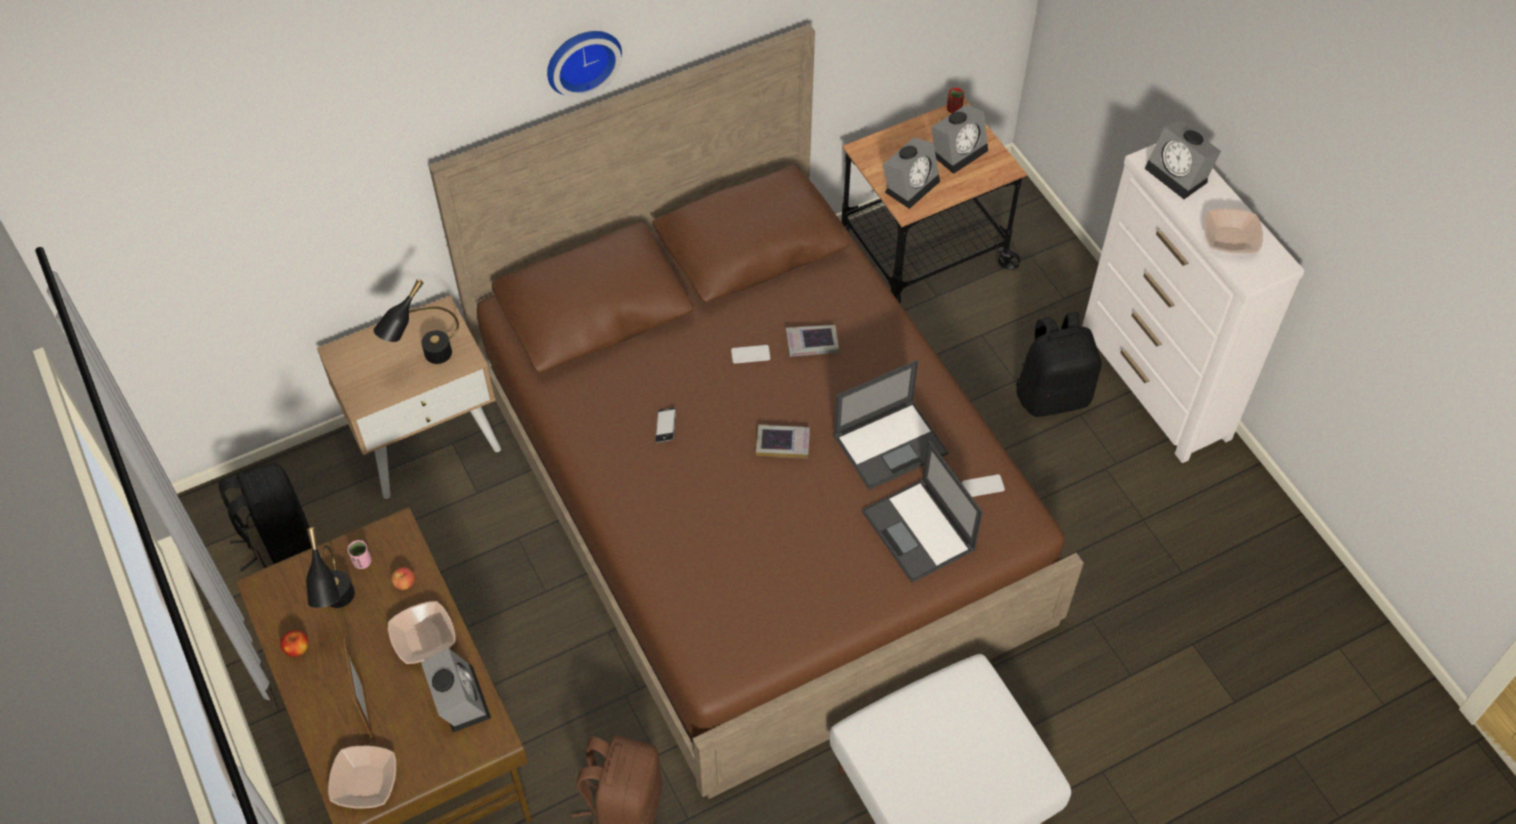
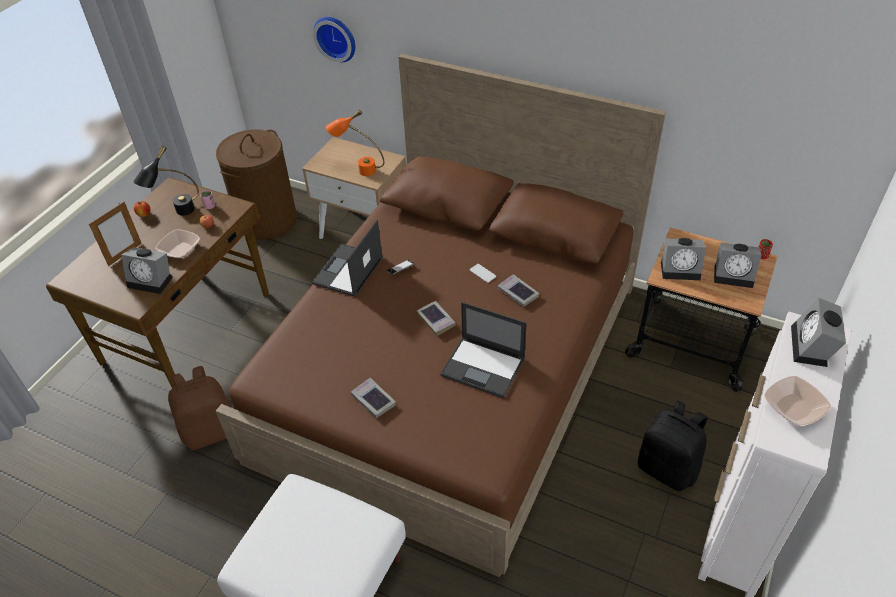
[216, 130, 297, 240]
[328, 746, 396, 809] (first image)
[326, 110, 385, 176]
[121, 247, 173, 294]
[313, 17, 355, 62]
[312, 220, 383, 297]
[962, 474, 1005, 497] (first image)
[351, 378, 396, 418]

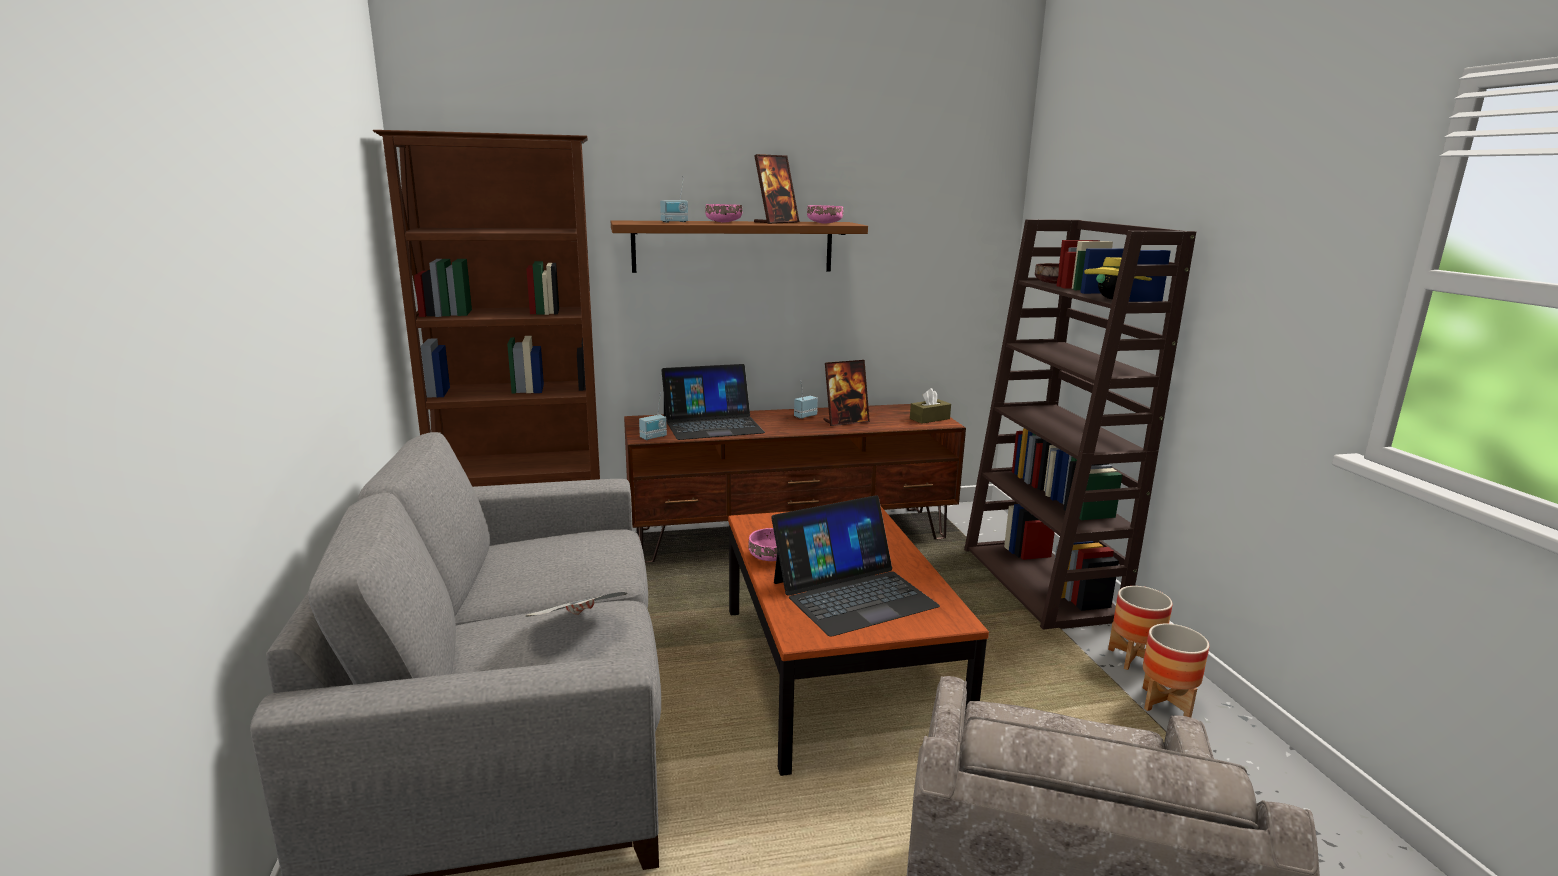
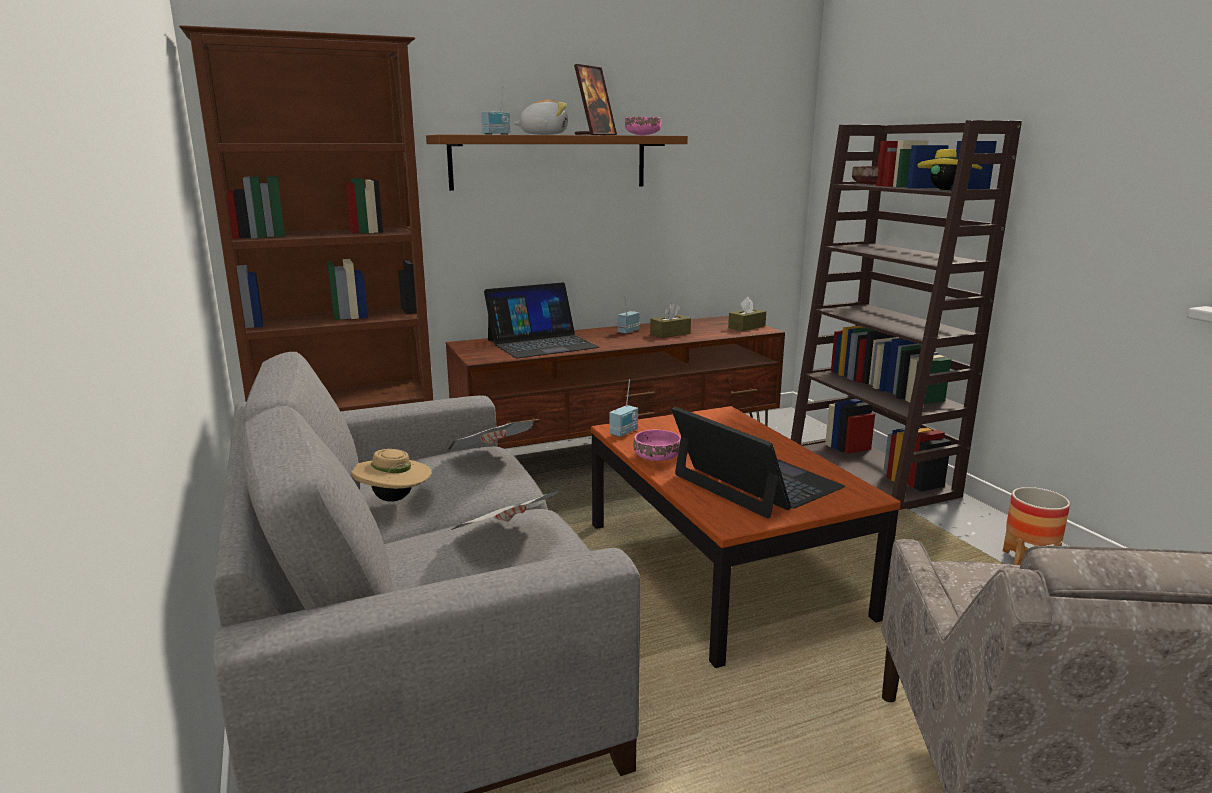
[609, 380, 638, 437]
[513, 100, 568, 135]
[672, 407, 845, 518]
[650, 303, 691, 338]
[1108, 586, 1173, 670] (first image)
[351, 449, 431, 502]
[446, 421, 534, 451]

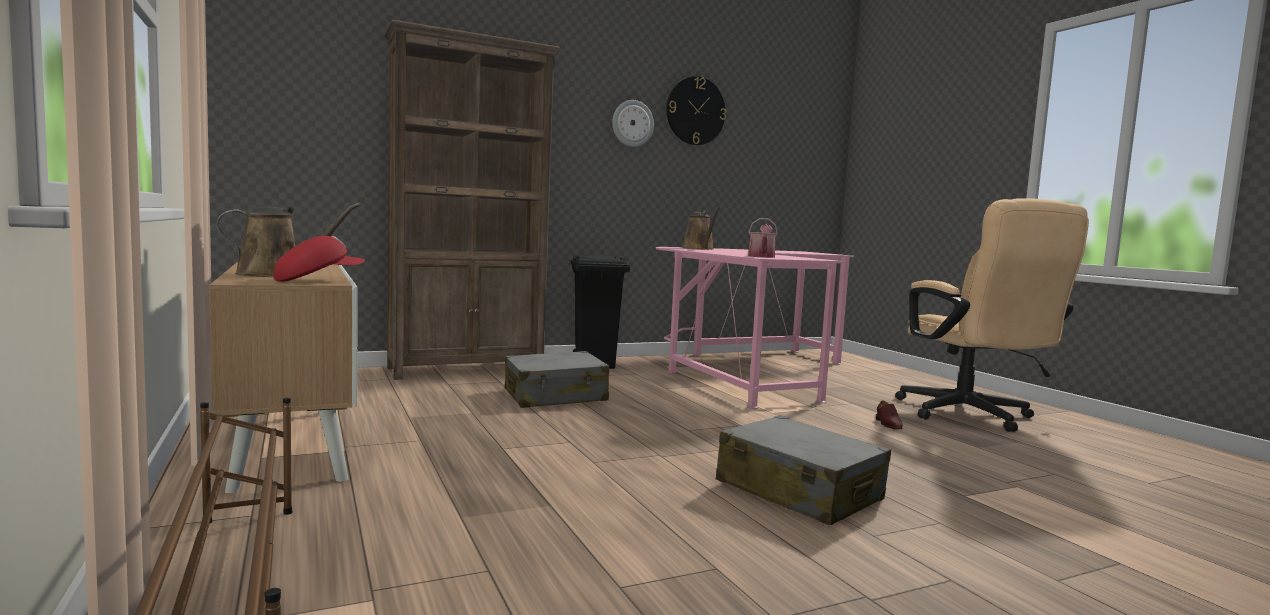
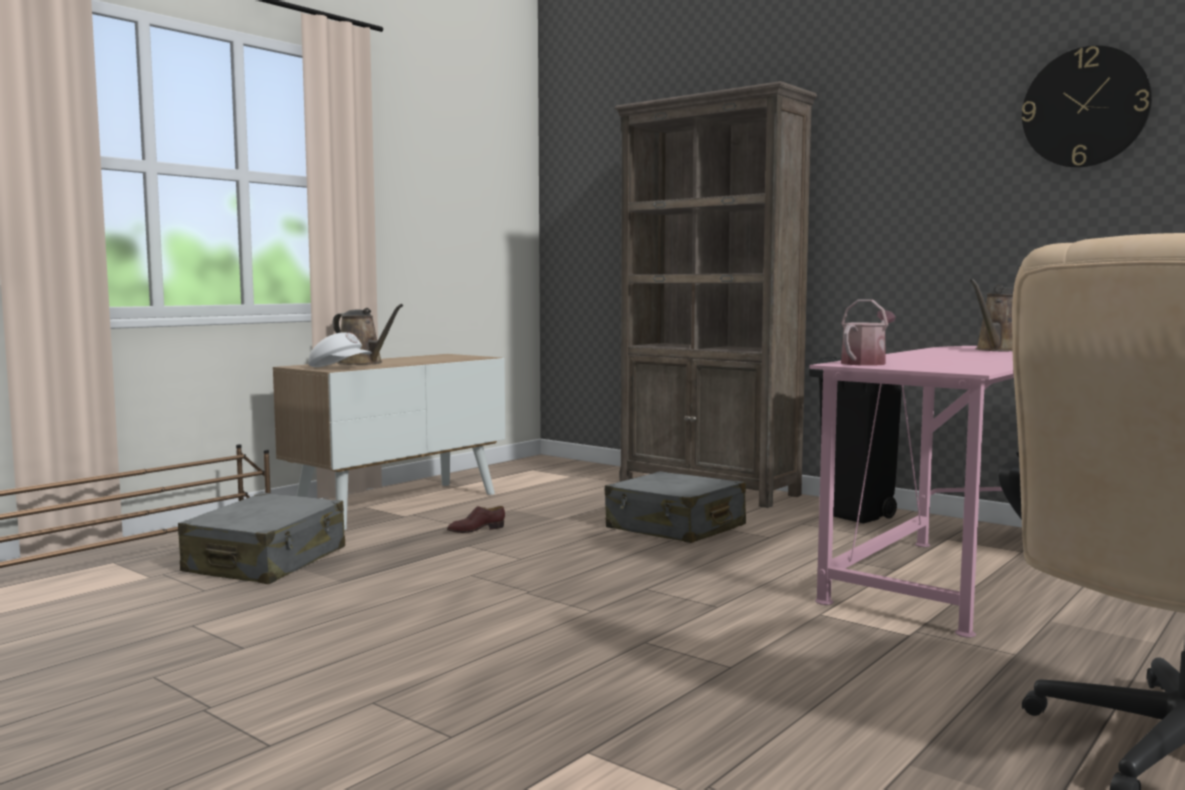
[309, 332, 372, 367]
[612, 100, 654, 147] (first image)
[178, 493, 345, 584]
[841, 299, 896, 366]
[447, 506, 505, 533]

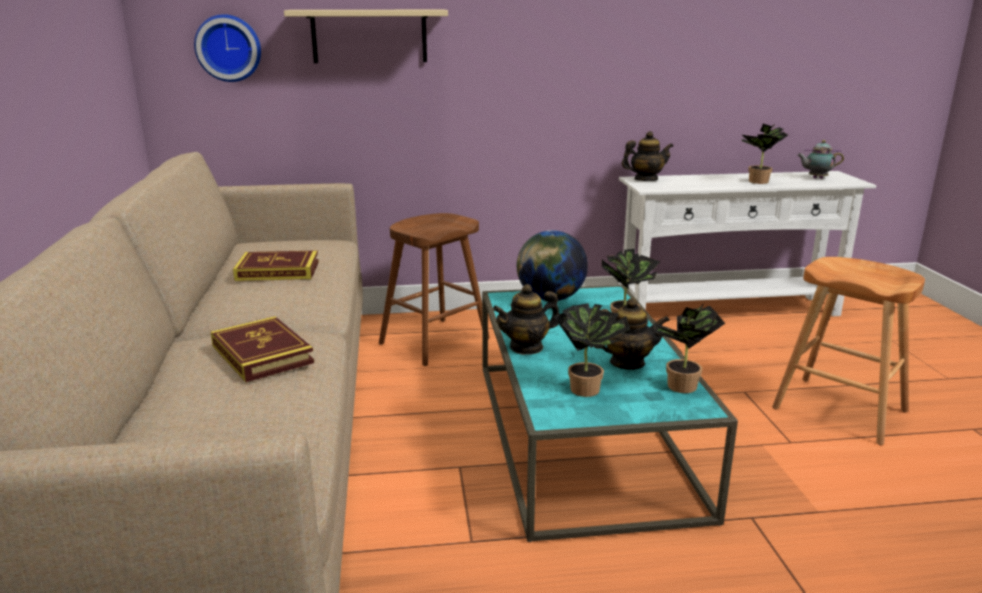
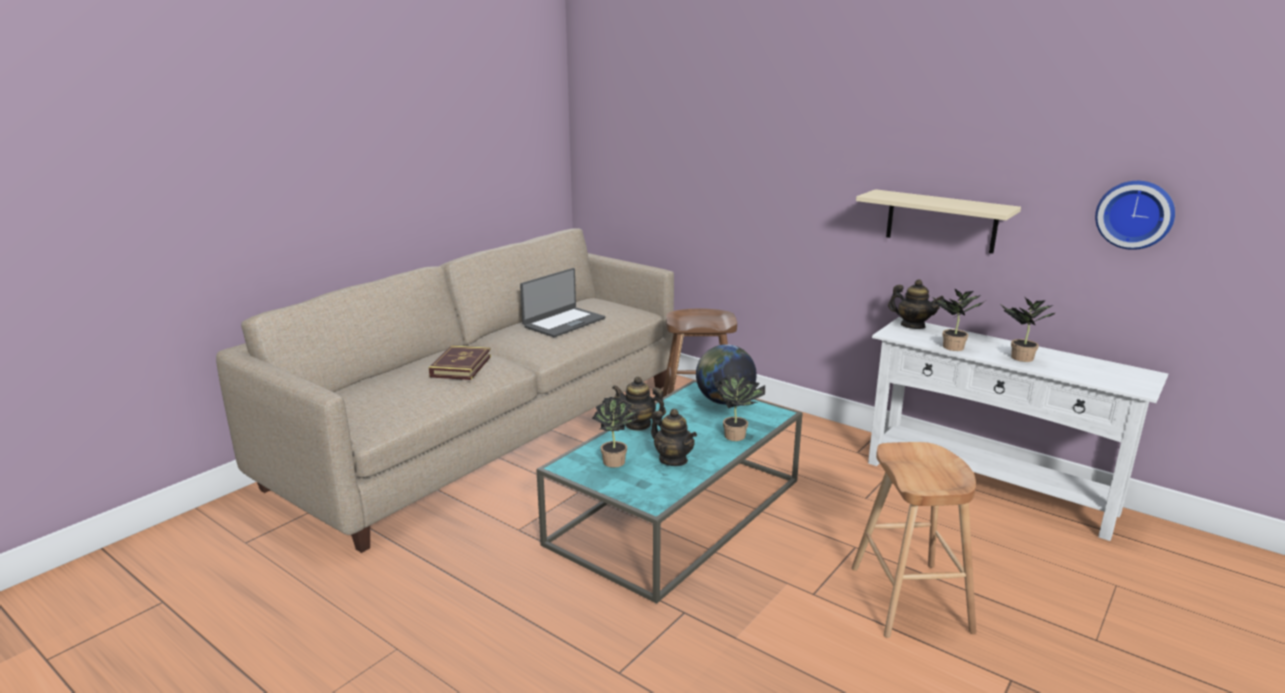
[1095, 181, 1175, 250]
[520, 268, 605, 337]
[856, 189, 1021, 253]
[931, 288, 985, 351]
[797, 140, 844, 179] (first image)

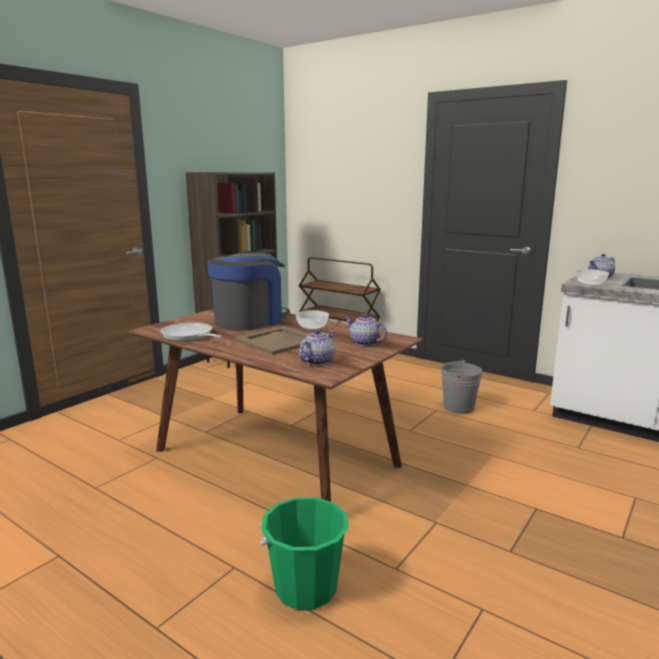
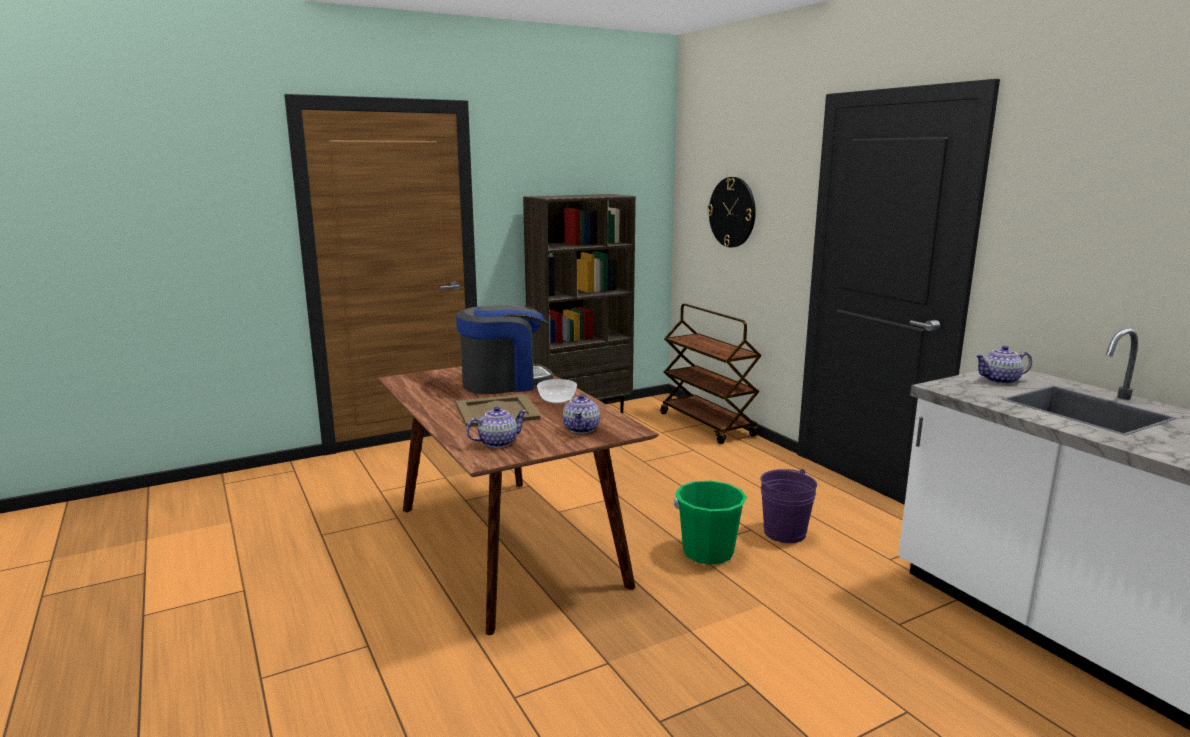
[160, 322, 223, 341] (first image)
[673, 481, 747, 565]
[563, 394, 600, 434]
[760, 469, 817, 543]
[575, 269, 609, 286] (first image)
[707, 177, 756, 247]

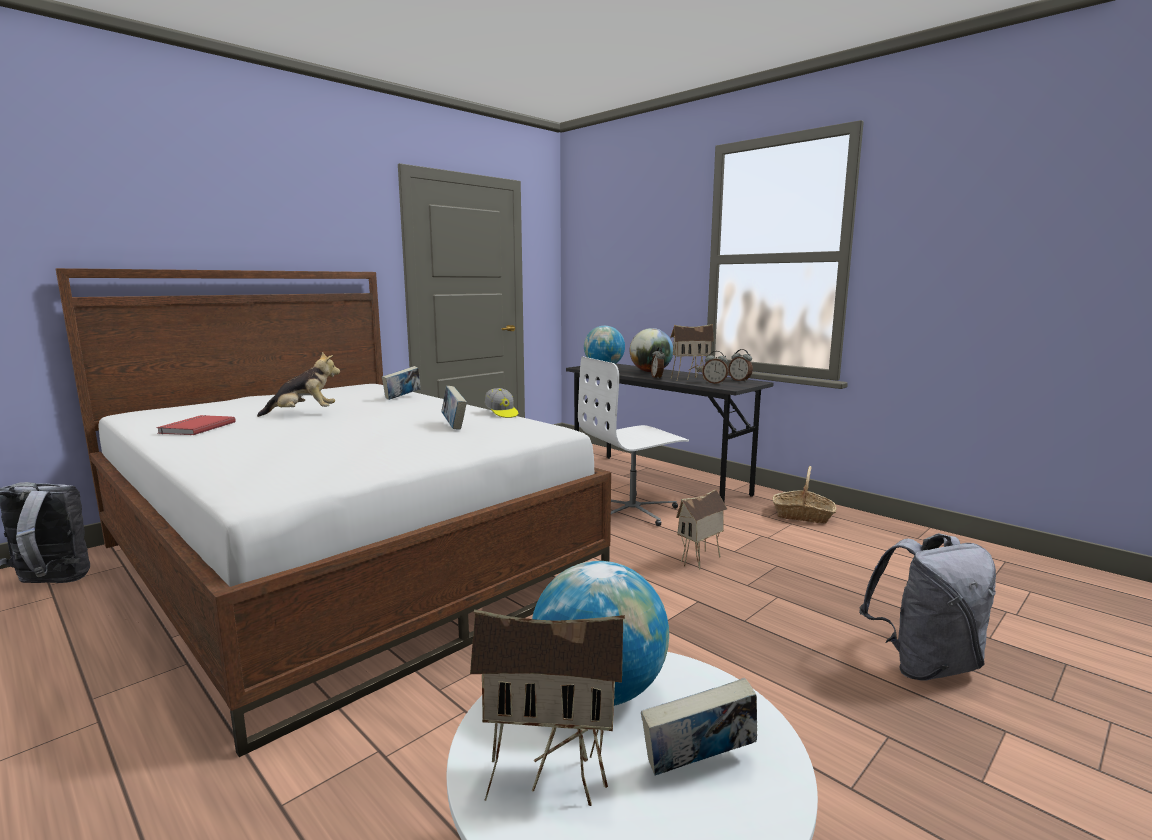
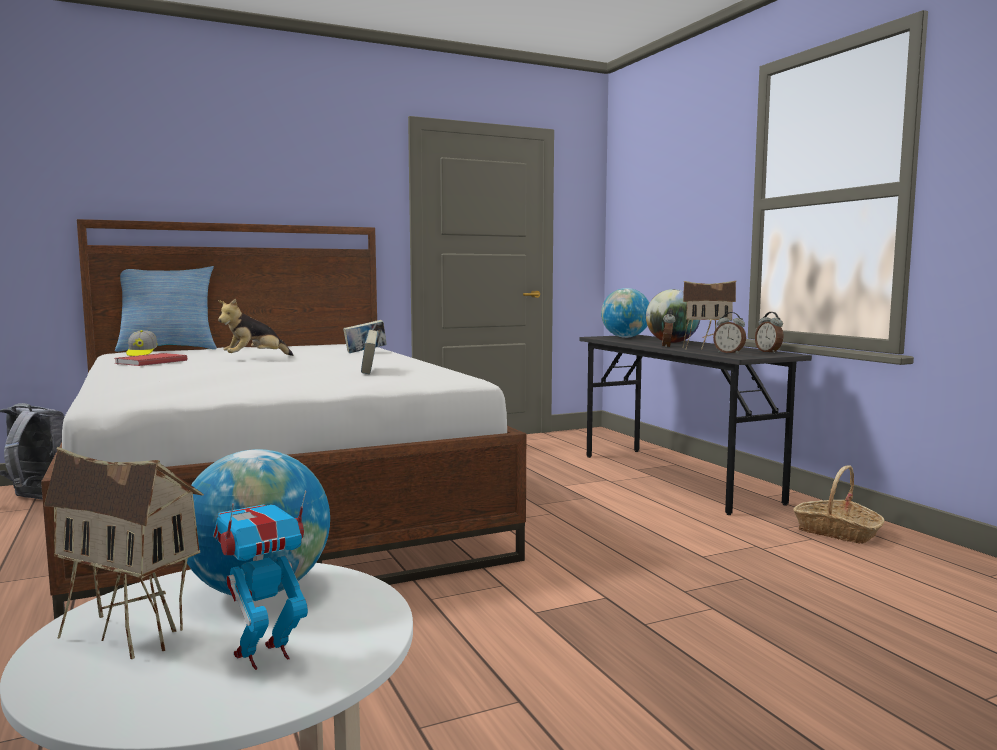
[218, 299, 293, 356]
[126, 330, 158, 356]
[578, 356, 689, 526] (first image)
[213, 490, 308, 670]
[676, 489, 727, 569] (first image)
[859, 533, 996, 680] (first image)
[115, 266, 217, 352]

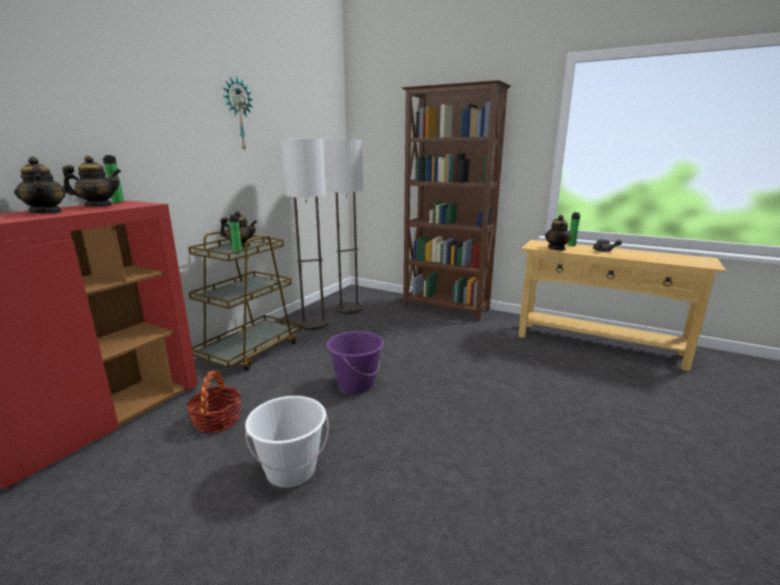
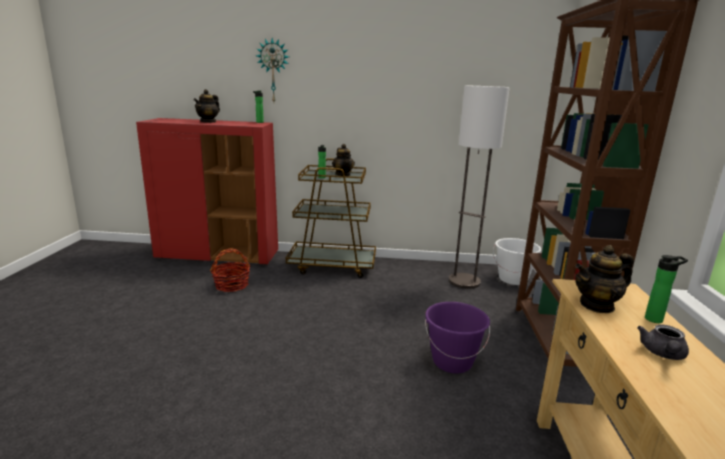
[62, 156, 121, 206] (first image)
[256, 38, 289, 102]
[493, 238, 541, 285]
[281, 139, 329, 330] (first image)
[425, 302, 490, 374]

